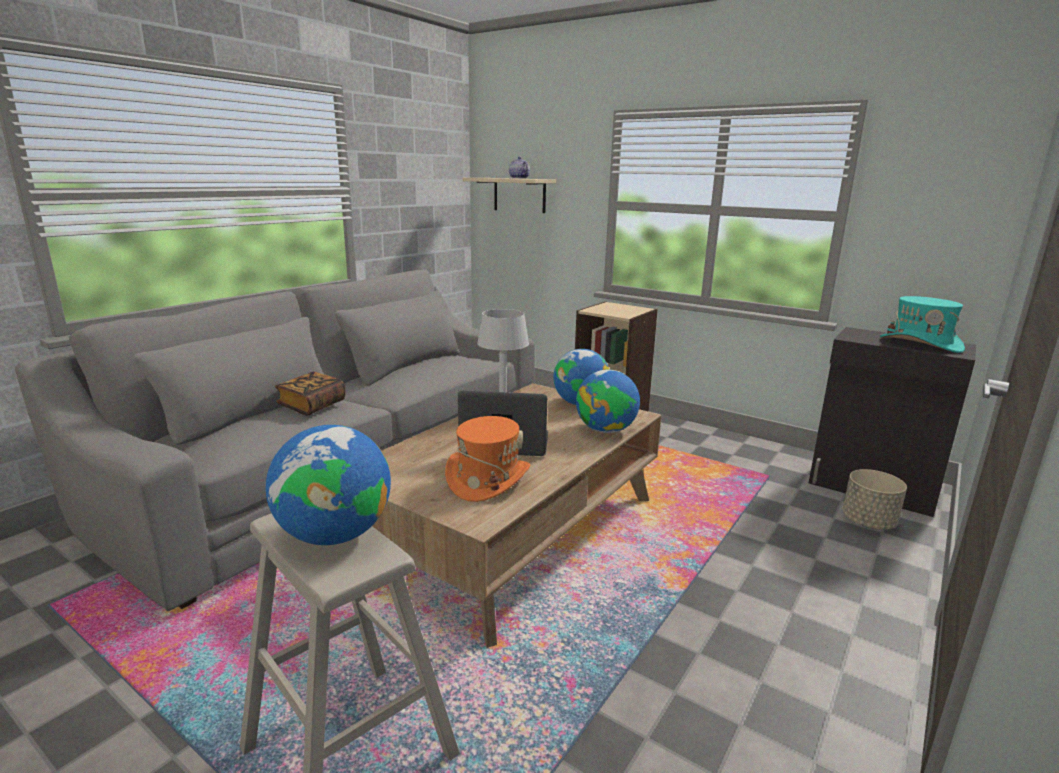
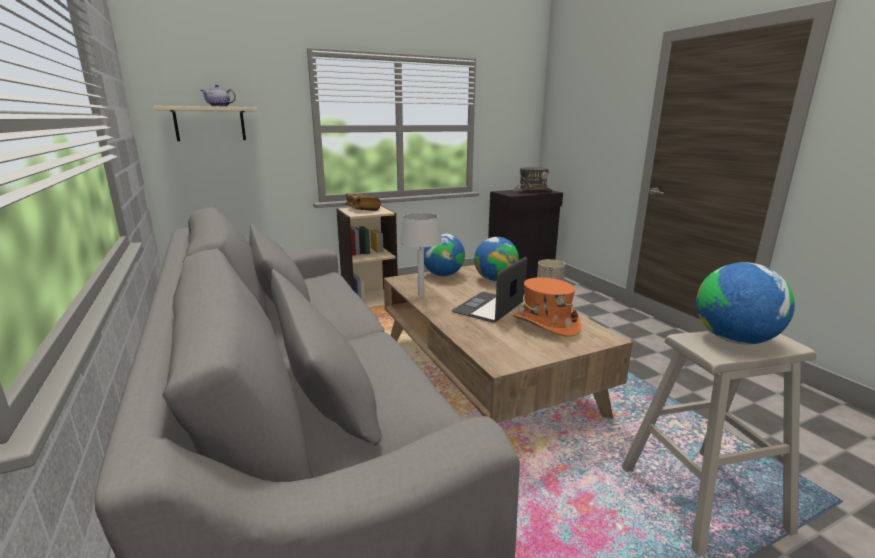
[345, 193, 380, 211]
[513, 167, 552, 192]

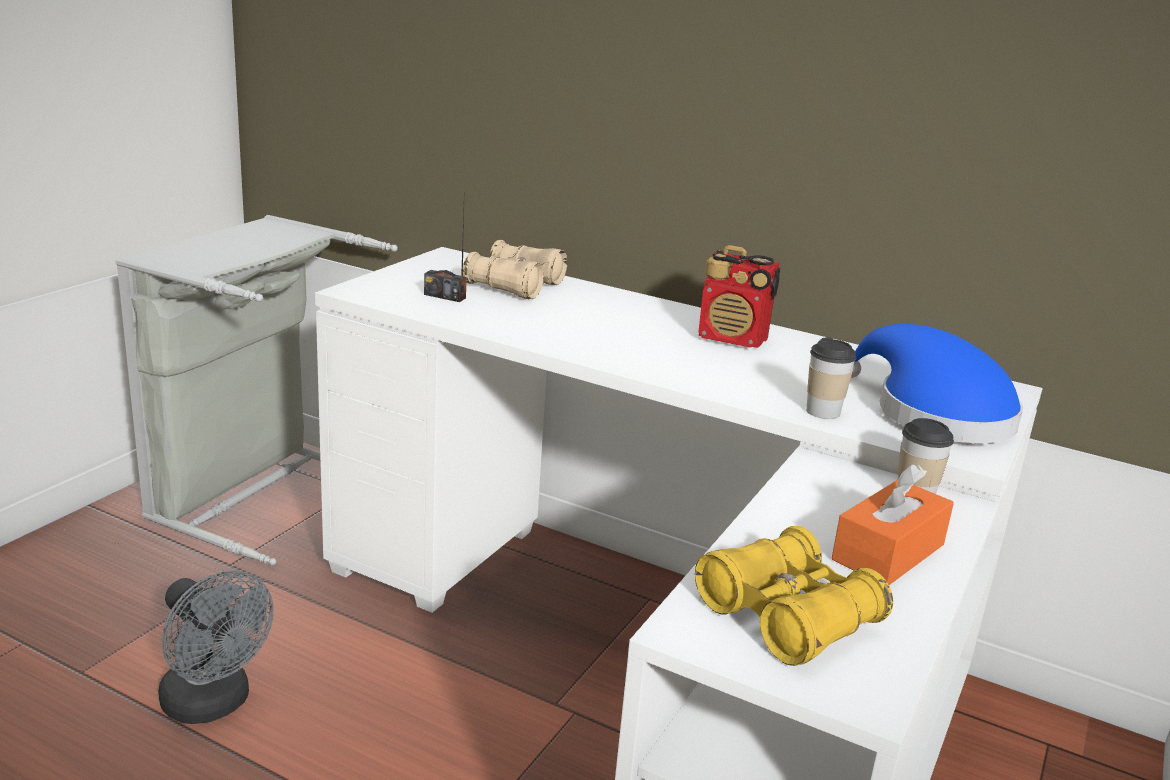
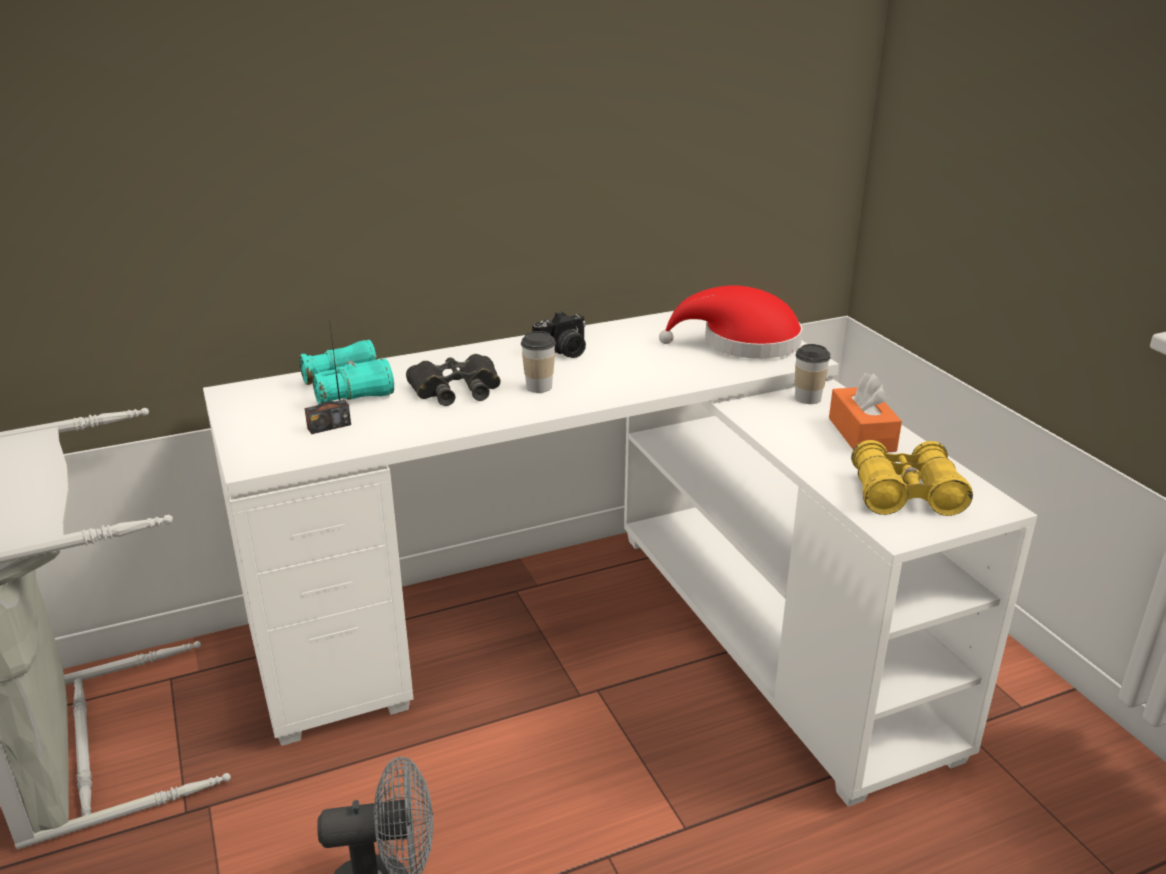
[299, 340, 394, 404]
[532, 312, 586, 358]
[521, 331, 556, 393]
[659, 286, 803, 359]
[406, 354, 501, 406]

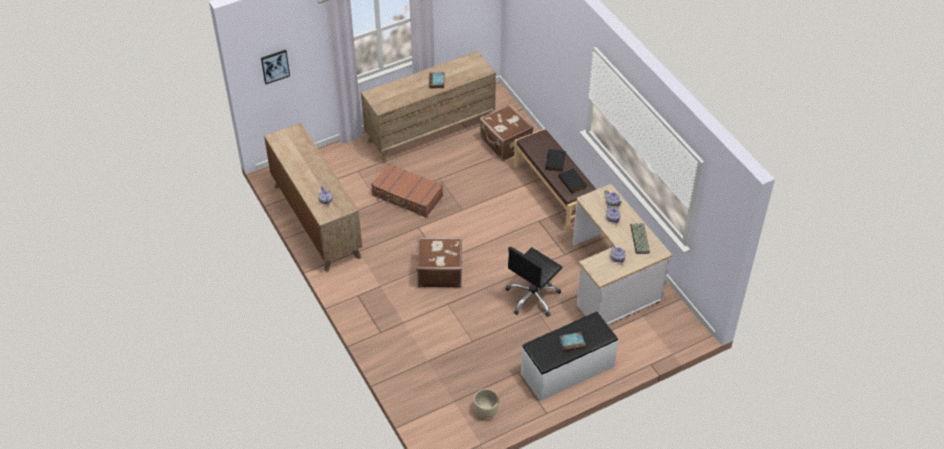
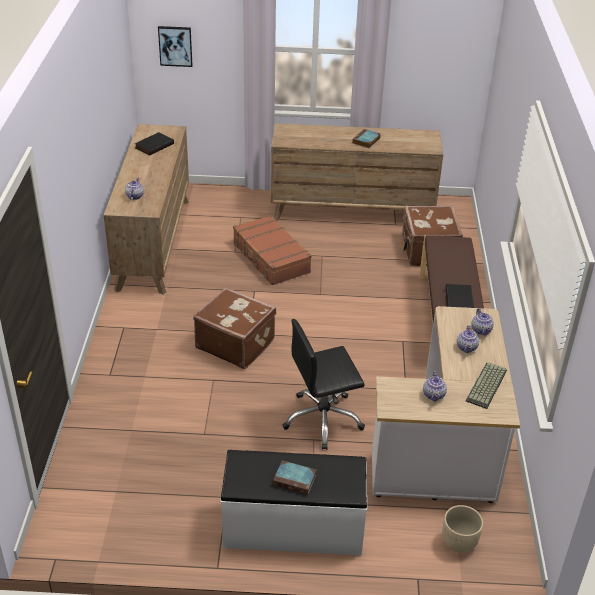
[442, 505, 483, 553]
[135, 132, 174, 156]

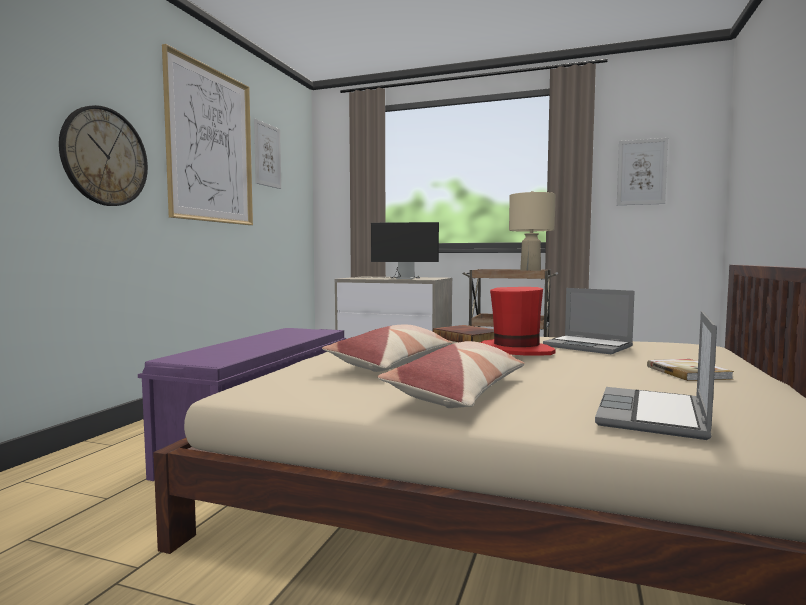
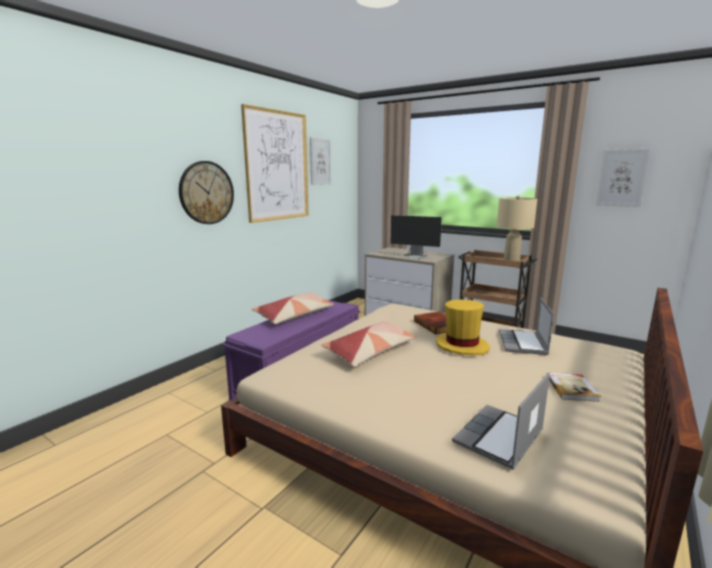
[252, 292, 334, 324]
[436, 299, 490, 356]
[499, 297, 554, 355]

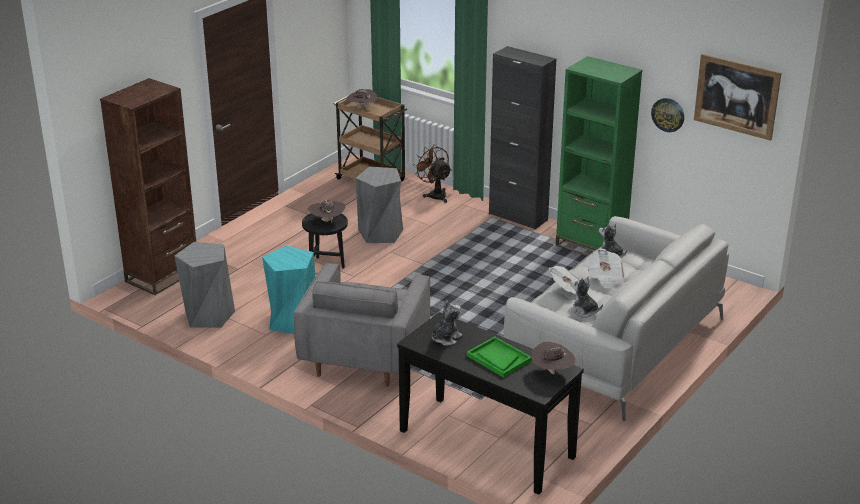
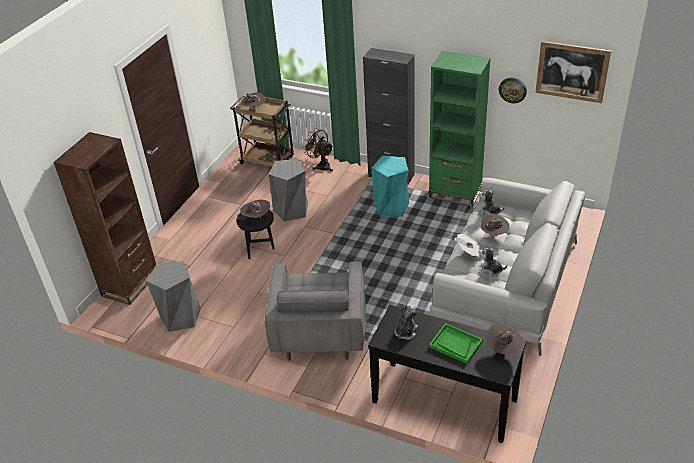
[372, 156, 409, 217]
[481, 214, 510, 237]

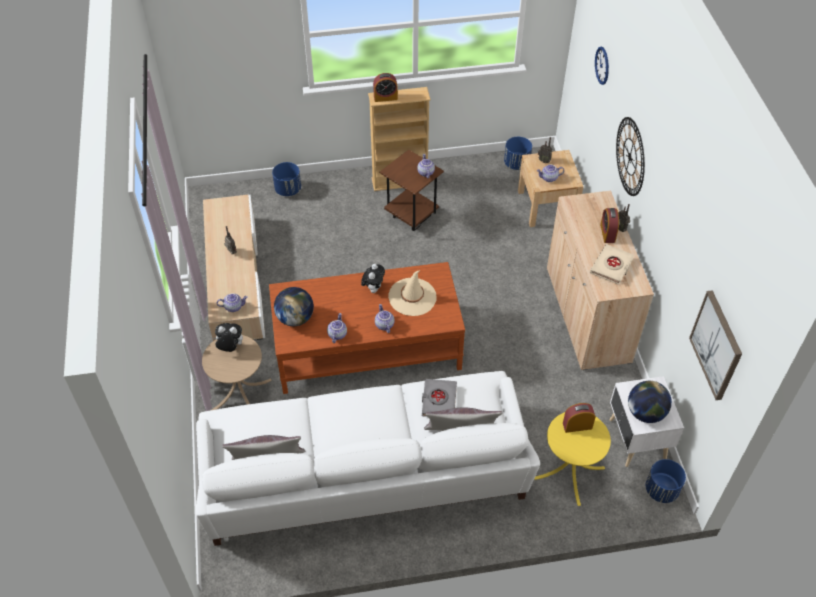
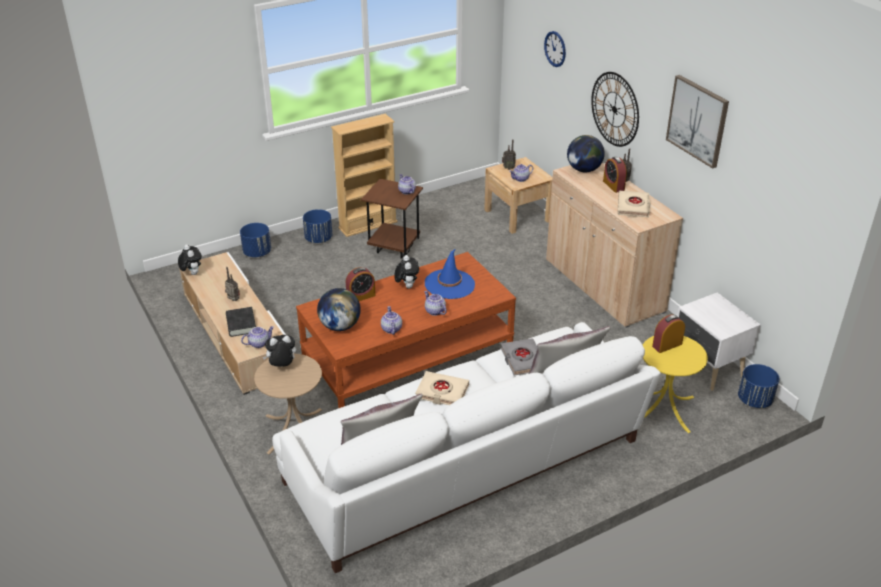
[346, 267, 376, 301]
[425, 249, 475, 299]
[303, 209, 332, 243]
[567, 135, 605, 172]
[666, 75, 729, 169]
[178, 245, 202, 275]
[226, 307, 256, 337]
[415, 371, 469, 405]

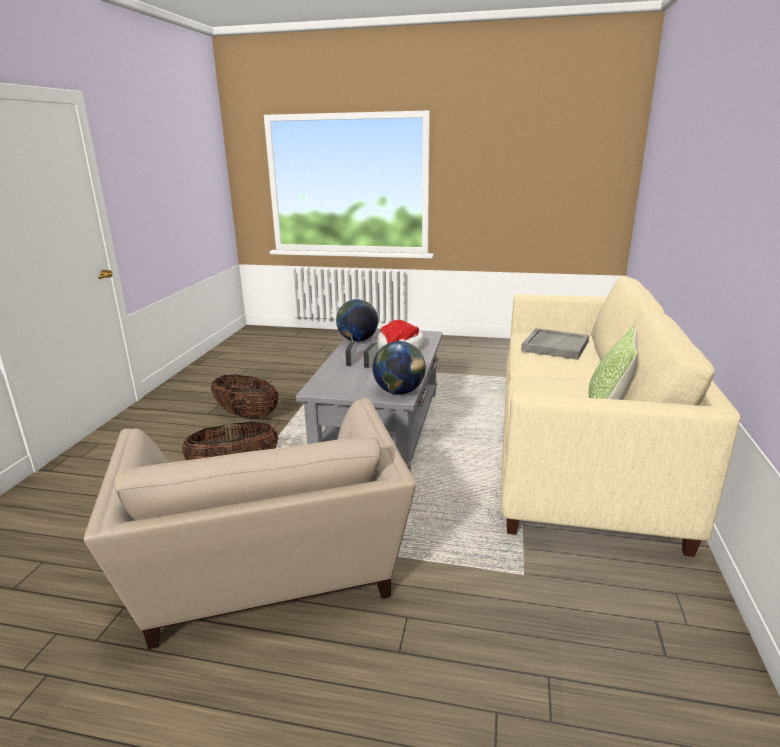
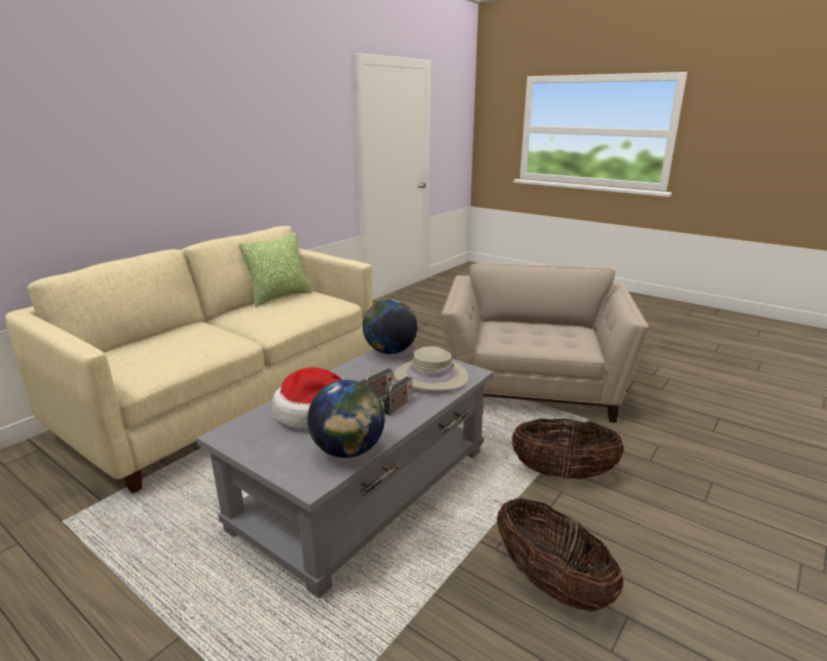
[521, 328, 589, 360] (first image)
[394, 346, 469, 391]

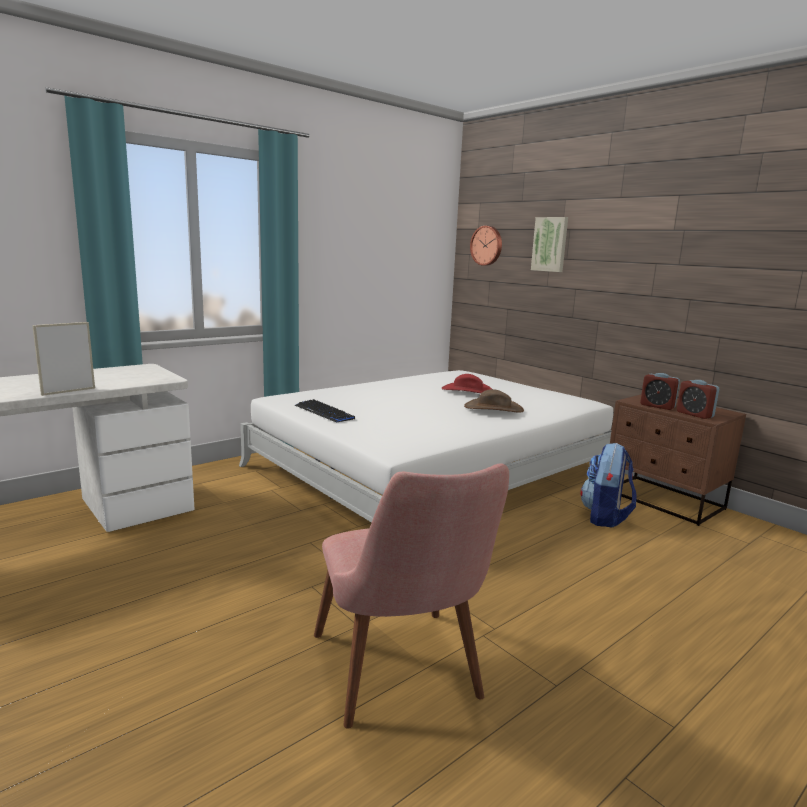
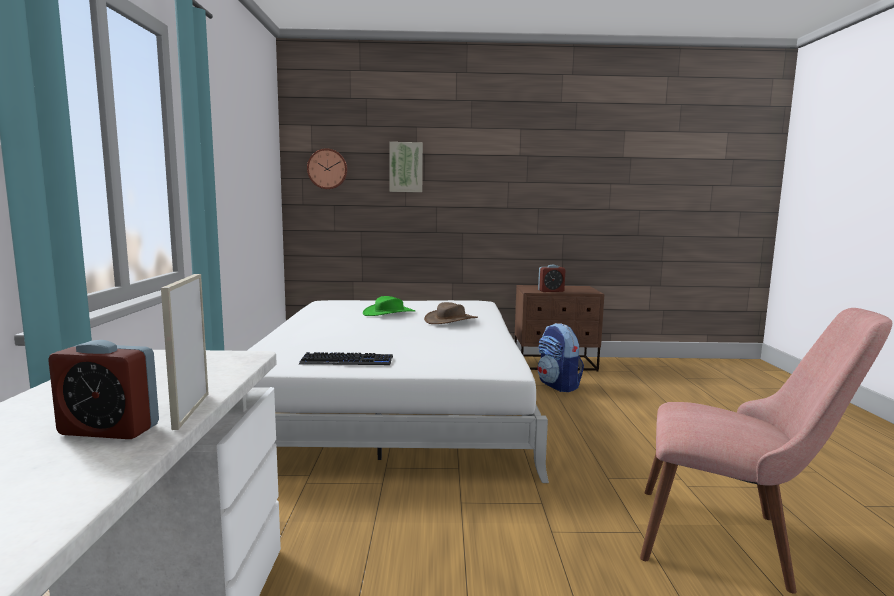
[363, 296, 415, 316]
[48, 340, 159, 439]

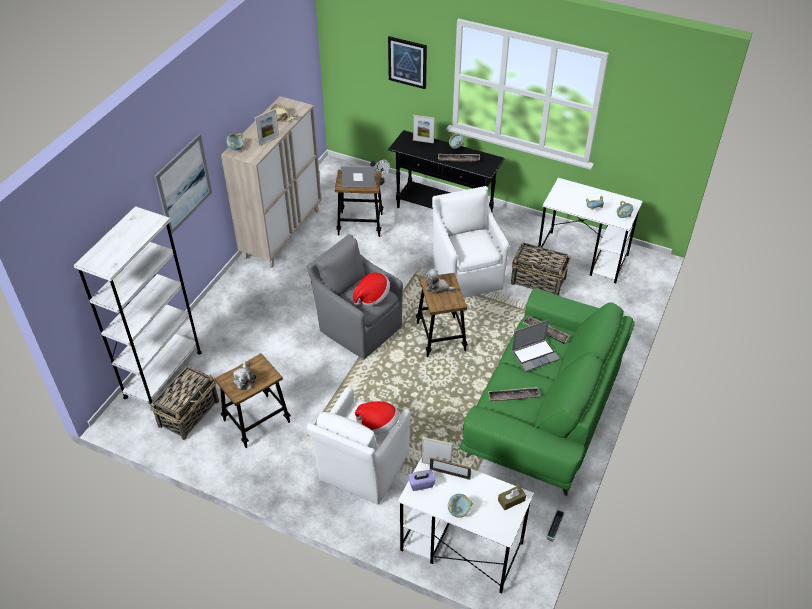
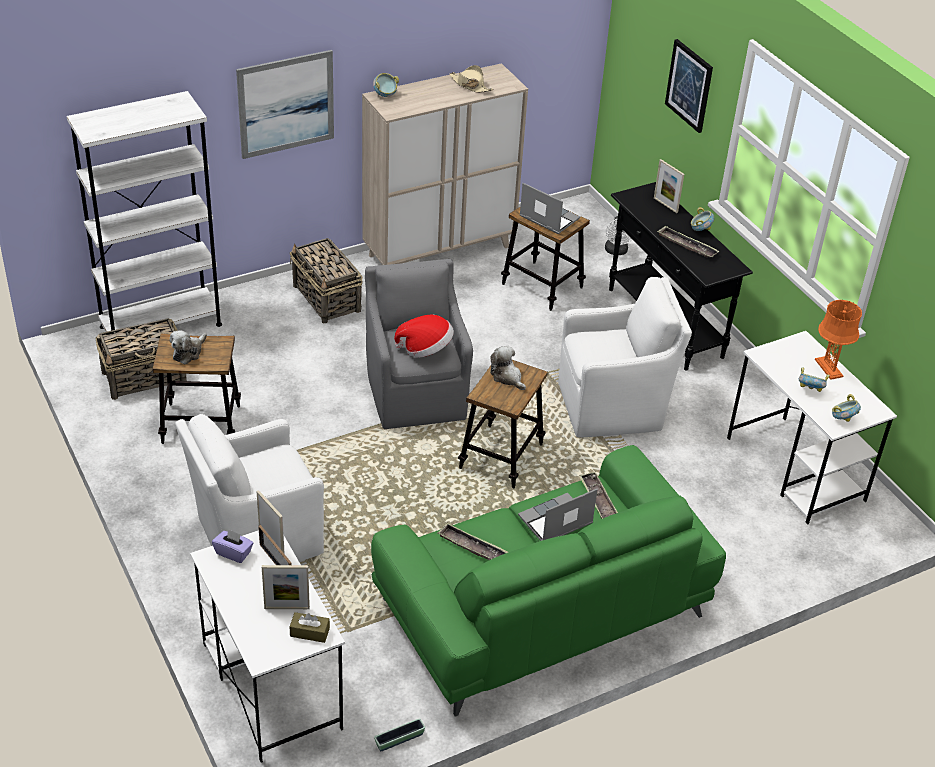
[262, 565, 310, 609]
[355, 401, 399, 435] (first image)
[558, 277, 692, 438]
[448, 494, 473, 518] (first image)
[290, 238, 363, 323]
[518, 489, 597, 541]
[815, 300, 862, 380]

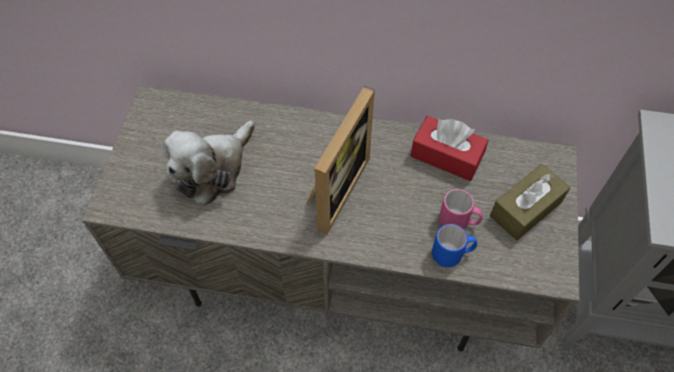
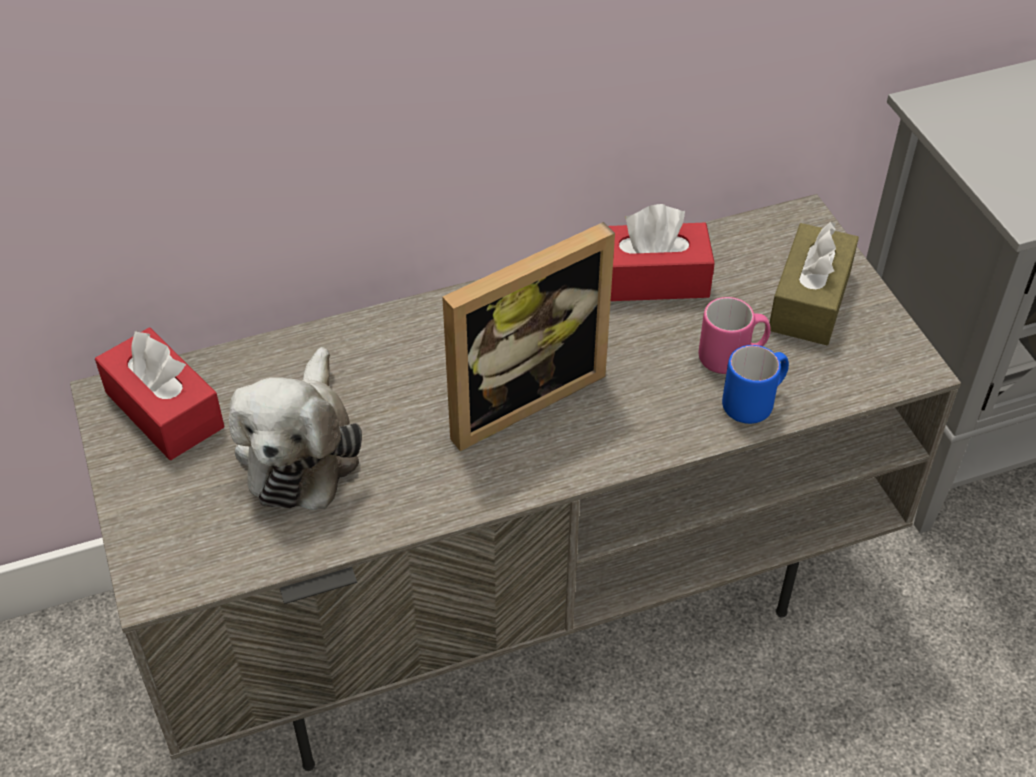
[442, 222, 615, 451]
[95, 328, 224, 460]

